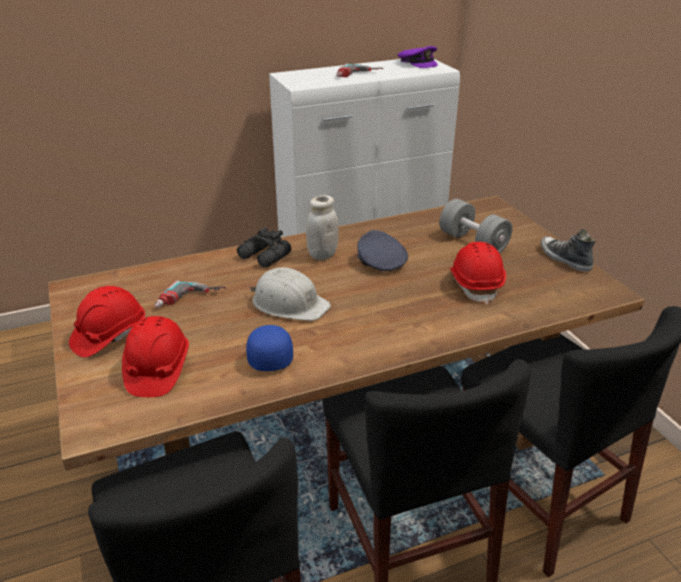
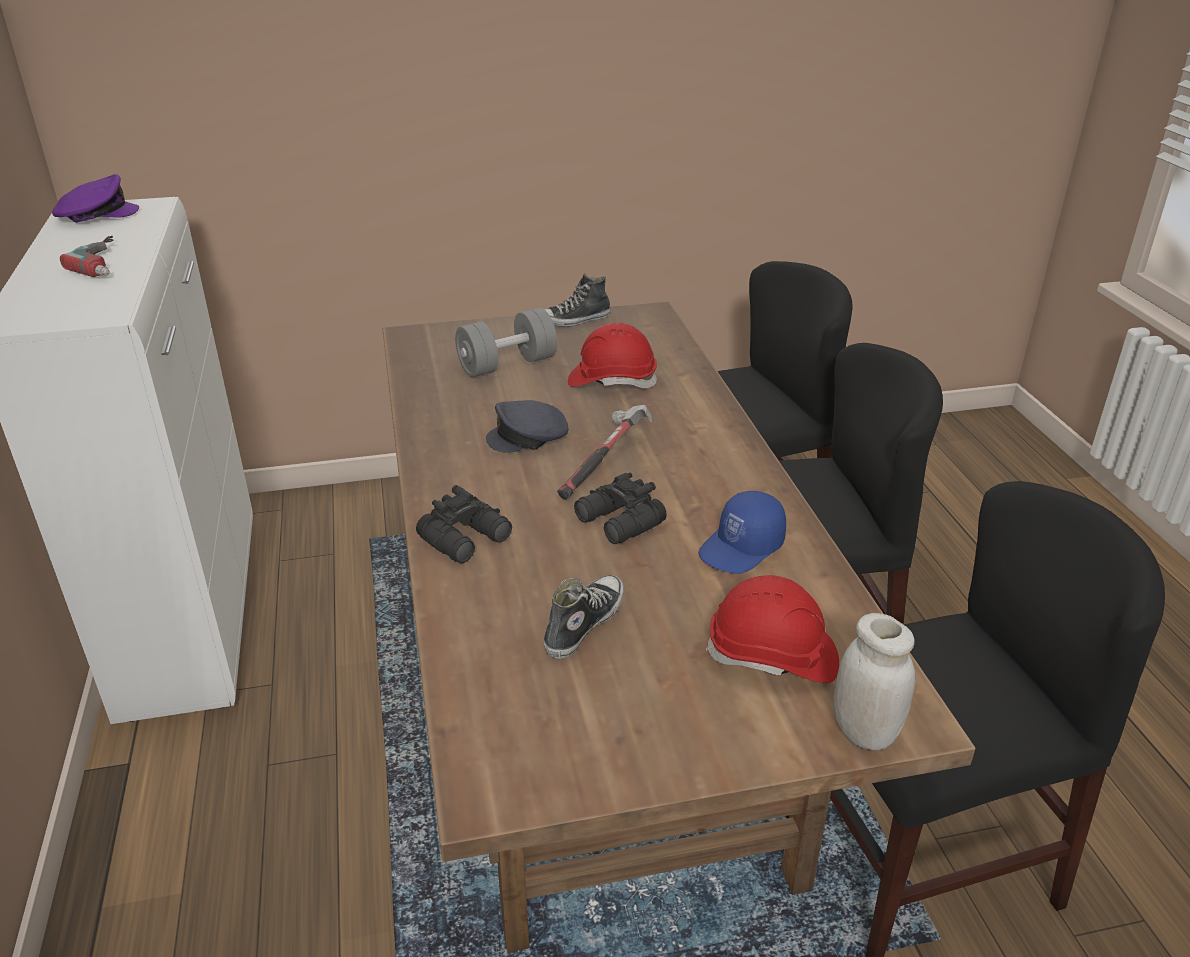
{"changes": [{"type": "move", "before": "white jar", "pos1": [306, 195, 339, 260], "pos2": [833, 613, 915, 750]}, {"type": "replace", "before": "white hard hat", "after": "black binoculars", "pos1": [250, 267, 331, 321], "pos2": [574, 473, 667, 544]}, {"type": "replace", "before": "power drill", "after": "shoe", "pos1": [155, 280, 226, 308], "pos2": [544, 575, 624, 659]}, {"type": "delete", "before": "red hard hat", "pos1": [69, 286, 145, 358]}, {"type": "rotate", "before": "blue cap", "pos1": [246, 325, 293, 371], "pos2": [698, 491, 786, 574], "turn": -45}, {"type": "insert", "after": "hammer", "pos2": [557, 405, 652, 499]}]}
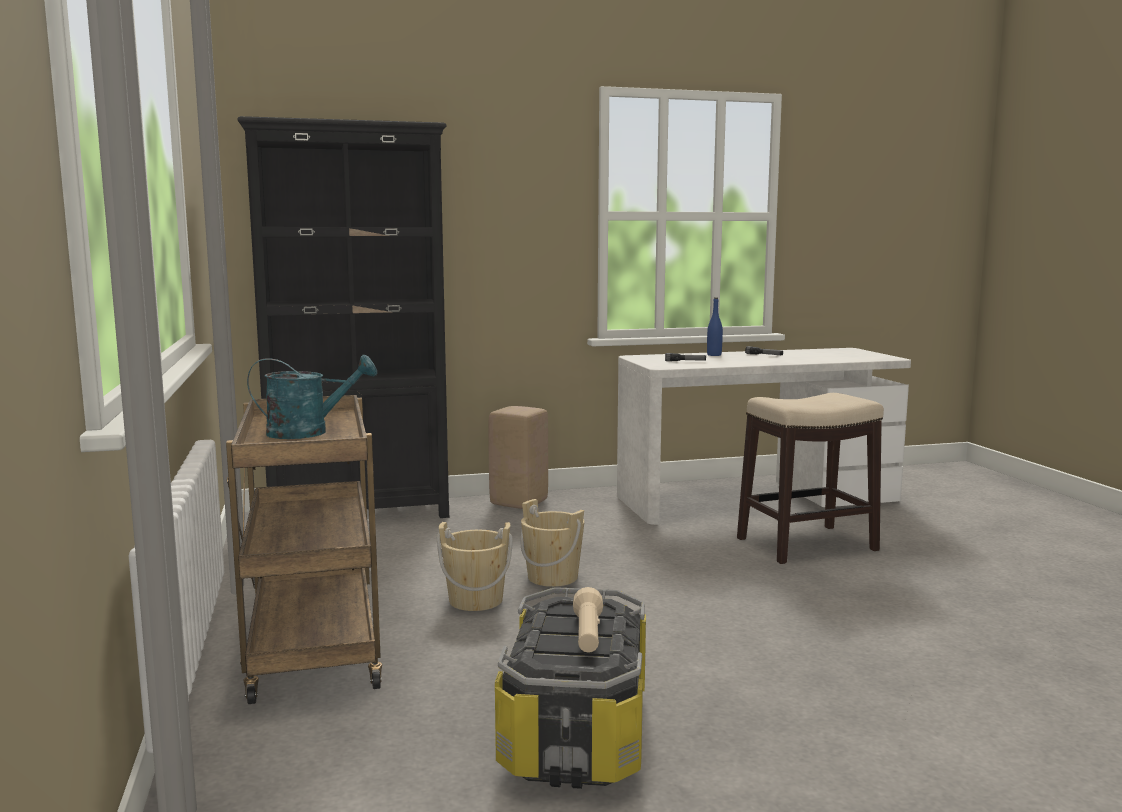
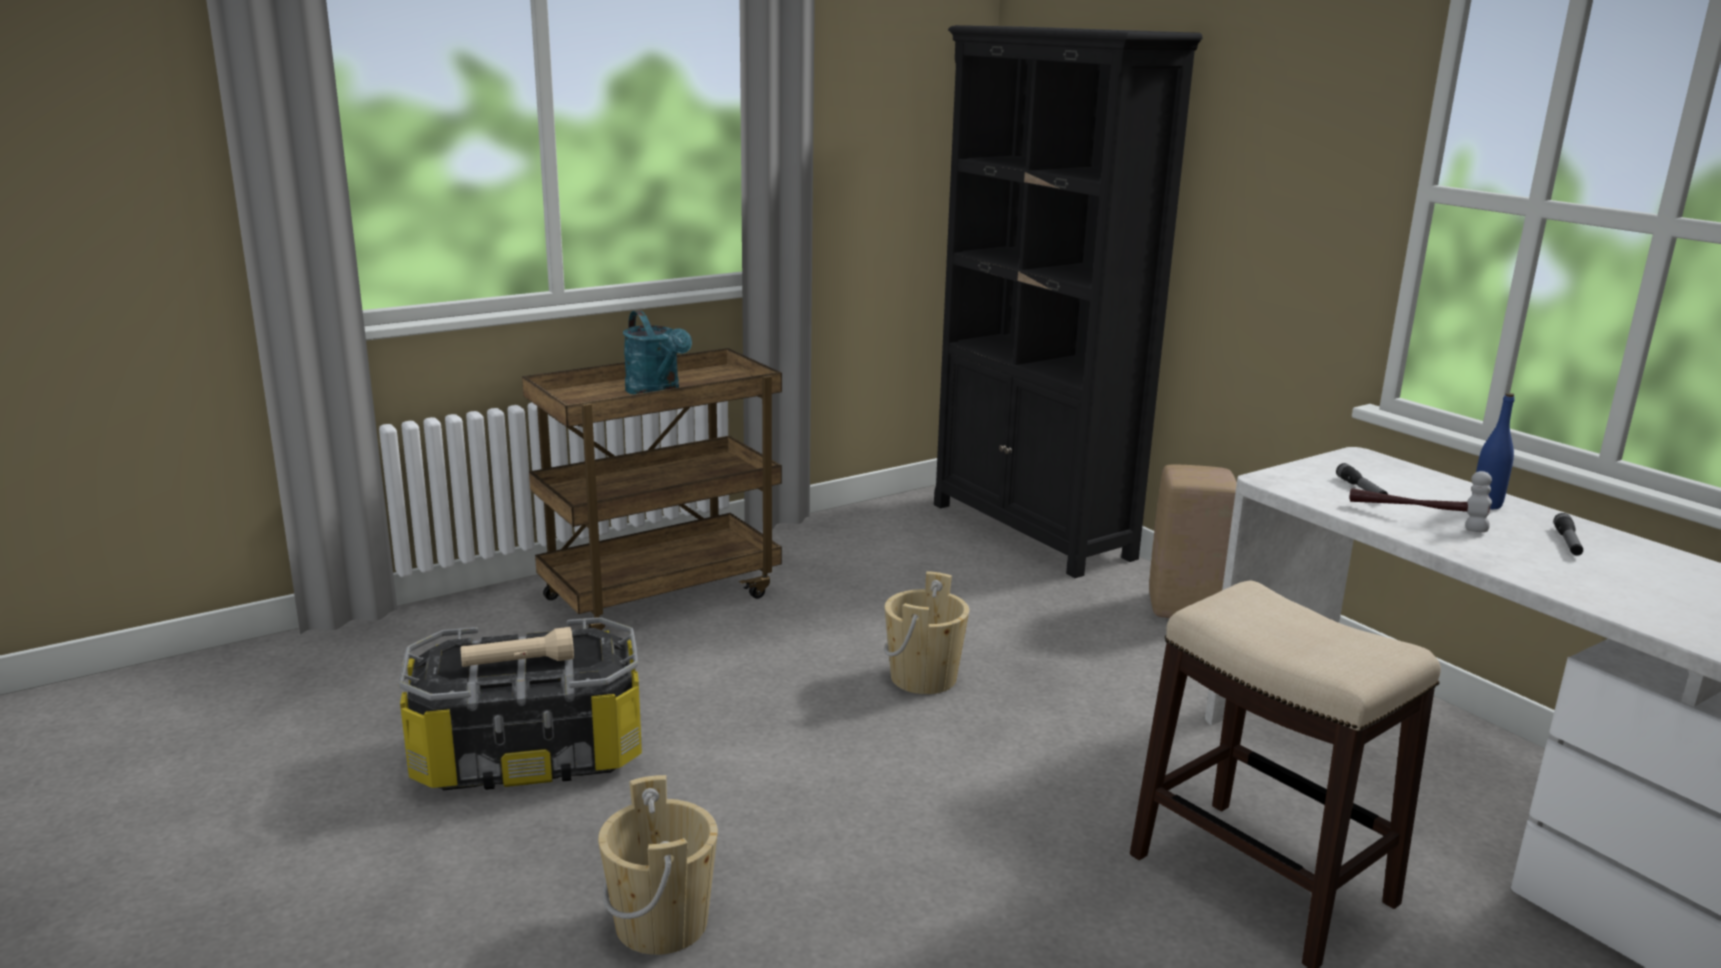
{"changes": [{"type": "move", "before": "beige bucket", "pos1": [437, 522, 513, 611], "pos2": [598, 775, 718, 955]}, {"type": "insert", "after": "hammer", "pos2": [1350, 471, 1492, 532]}]}
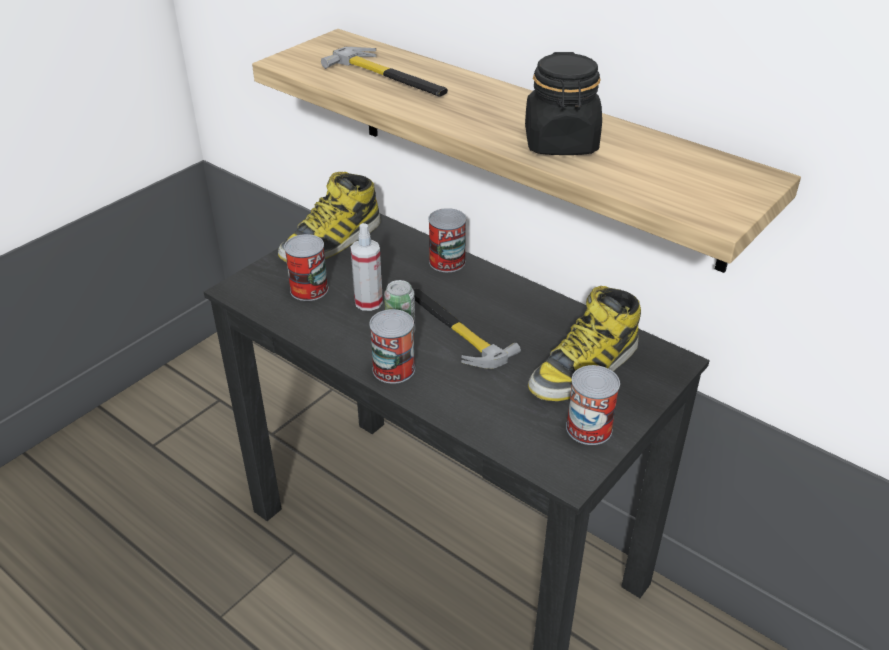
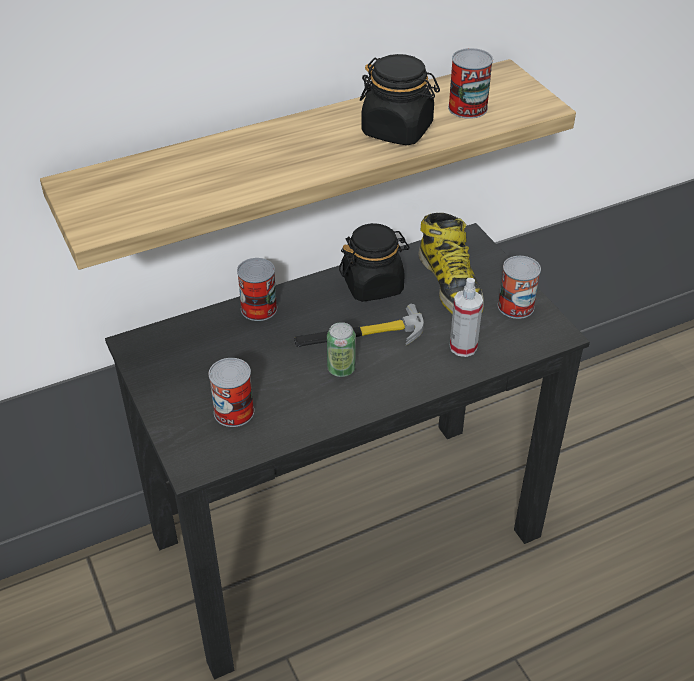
{"changes": [{"type": "delete", "before": "hammer", "pos1": [321, 47, 448, 97]}, {"type": "delete", "before": "boot", "pos1": [278, 172, 381, 262]}, {"type": "move", "before": "spray bottle", "pos1": [350, 223, 383, 311], "pos2": [450, 278, 483, 357]}, {"type": "move", "before": "can", "pos1": [369, 309, 415, 384], "pos2": [448, 48, 493, 119]}, {"type": "insert", "after": "black jar", "pos2": [339, 223, 410, 302]}]}
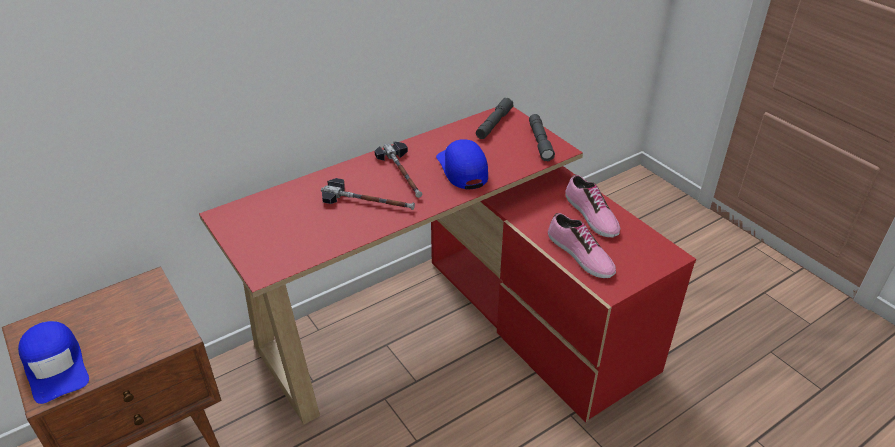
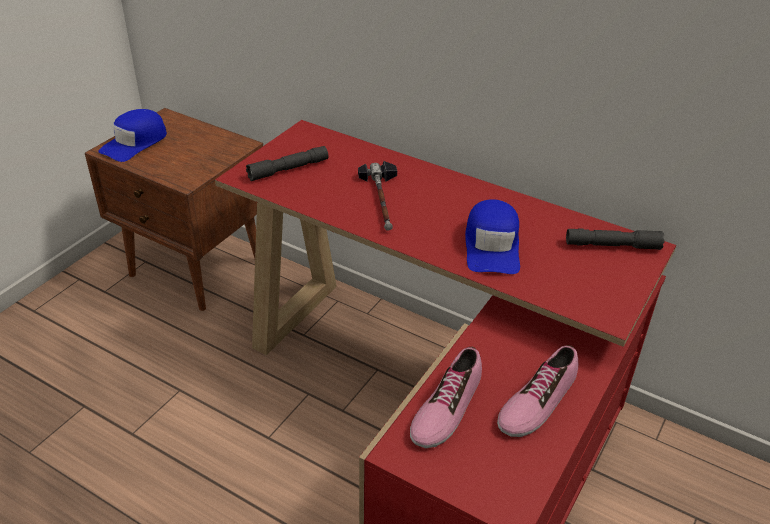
{"changes": [{"type": "move", "before": "grey flashlight", "pos1": [529, 114, 555, 162], "pos2": [246, 146, 328, 181]}, {"type": "rotate", "before": "blue cap", "pos1": [436, 139, 488, 189], "pos2": [465, 199, 520, 274], "turn": 135}, {"type": "delete", "before": "hammer", "pos1": [374, 141, 422, 198]}]}
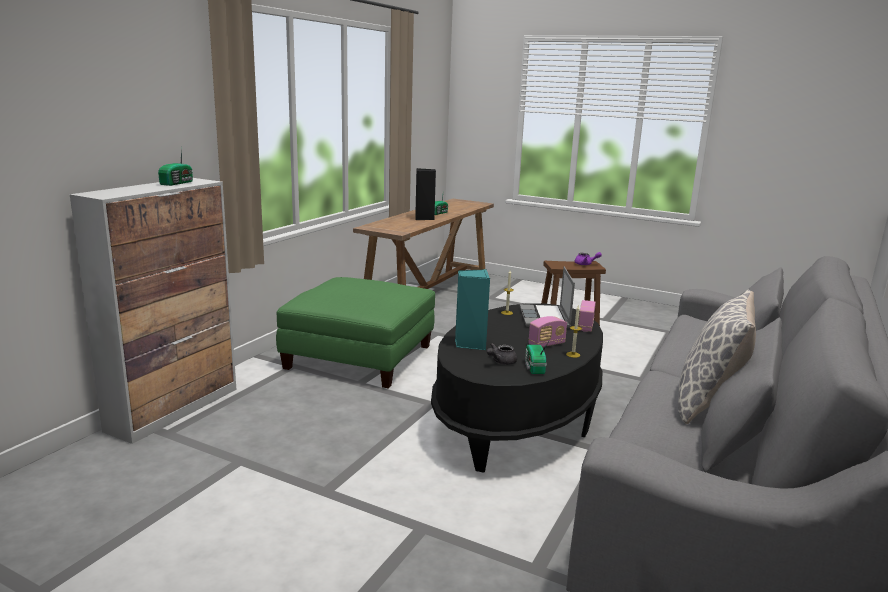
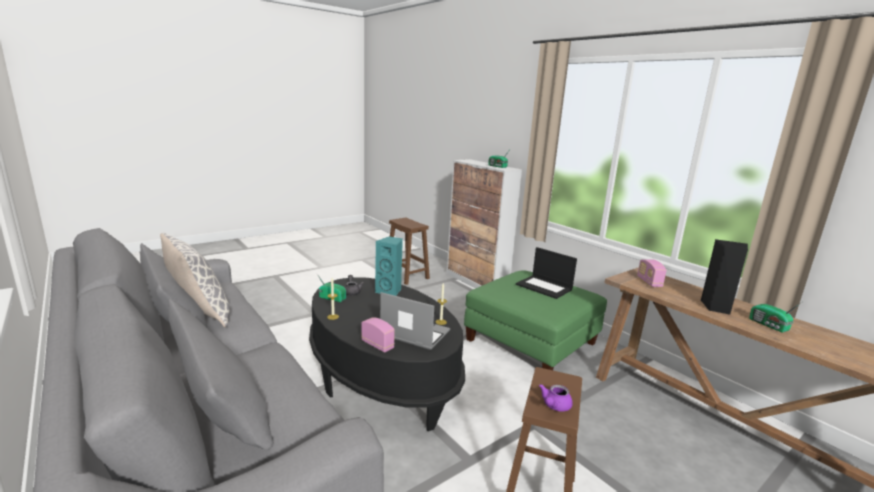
{"changes": [{"type": "move", "before": "radio", "pos1": [528, 316, 567, 347], "pos2": [637, 259, 667, 287]}, {"type": "insert", "after": "brown stool", "pos2": [389, 218, 430, 285]}, {"type": "insert", "after": "laptop", "pos2": [516, 247, 577, 299]}]}
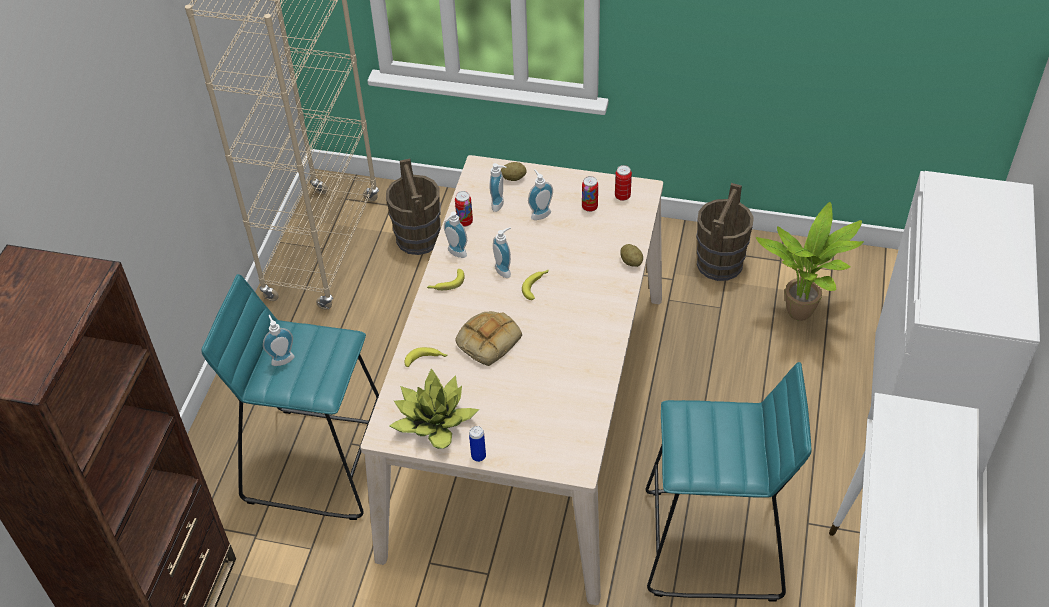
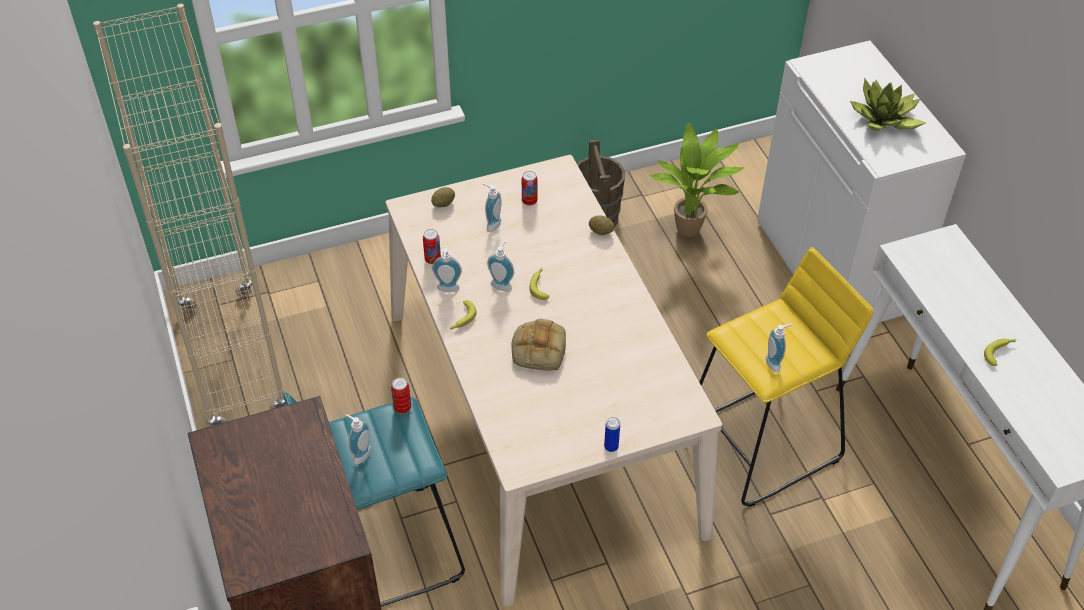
{"changes": [{"type": "delete", "before": "brown bucket", "pos1": [386, 159, 440, 255]}, {"type": "move", "before": "soap dispenser", "pos1": [489, 163, 506, 212], "pos2": [766, 324, 792, 372]}, {"type": "move", "before": "can", "pos1": [615, 165, 632, 201], "pos2": [391, 377, 411, 414]}, {"type": "move", "before": "banana", "pos1": [404, 347, 448, 367], "pos2": [984, 339, 1016, 366]}, {"type": "recolor", "before": "turquoise stool", "after": "yellow stool", "pos1": [646, 362, 812, 602], "pos2": [699, 247, 874, 507]}, {"type": "move", "before": "potted plant", "pos1": [389, 368, 479, 449], "pos2": [850, 78, 926, 131]}]}
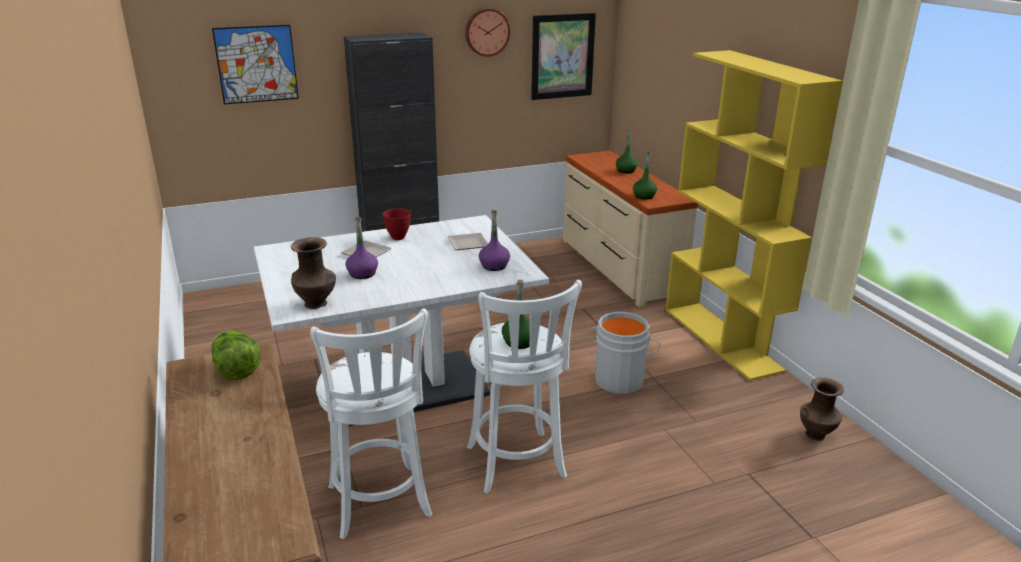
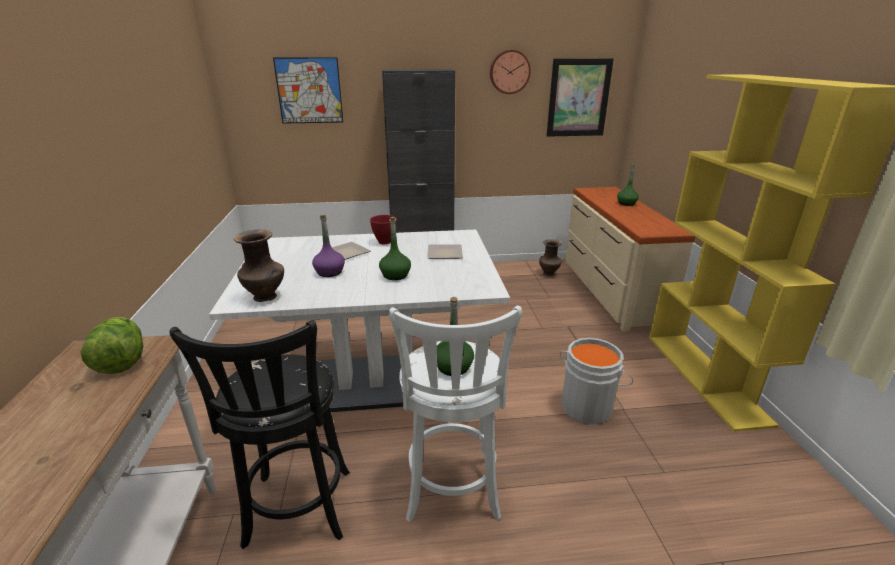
{"changes": [{"type": "move", "before": "green bottle", "pos1": [633, 152, 657, 199], "pos2": [379, 217, 411, 280]}, {"type": "delete", "before": "purple bottle", "pos1": [479, 210, 510, 271]}, {"type": "recolor", "before": "white stool", "after": "black stool", "pos1": [310, 308, 433, 539], "pos2": [170, 320, 350, 549]}, {"type": "move", "before": "brown vase", "pos1": [800, 377, 844, 441], "pos2": [539, 239, 562, 276]}]}
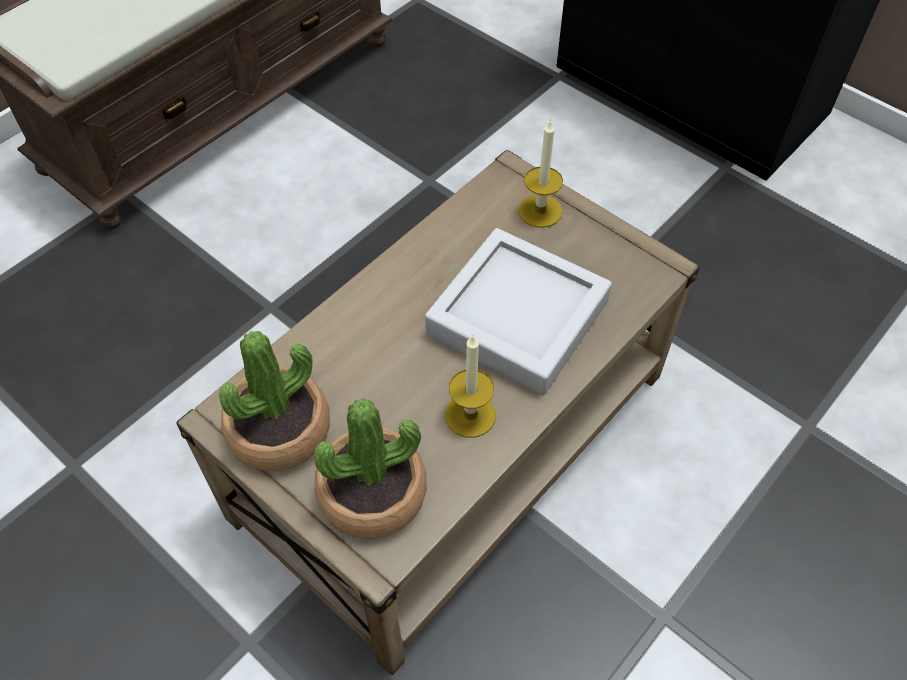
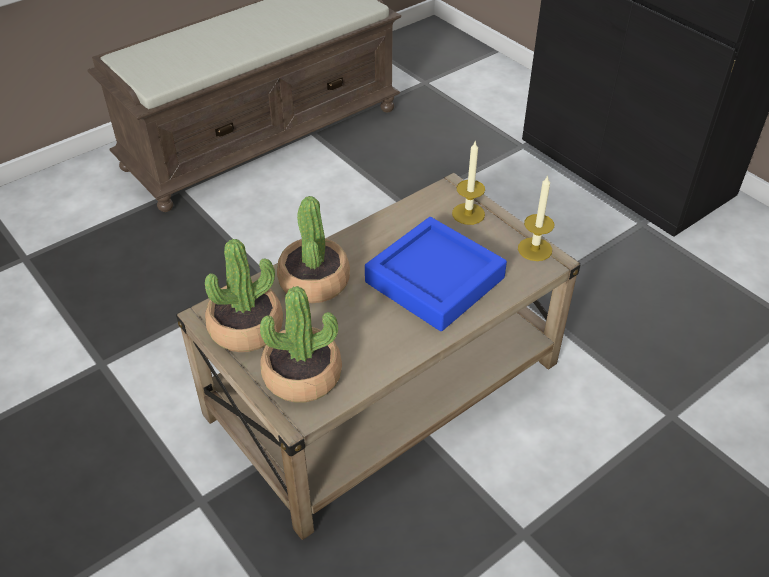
{"changes": [{"type": "recolor", "before": "grey tray", "after": "blue tray", "pos1": [425, 228, 612, 396], "pos2": [365, 217, 507, 331]}, {"type": "move", "before": "candle", "pos1": [445, 336, 496, 438], "pos2": [518, 175, 554, 261]}, {"type": "insert", "after": "potted plant", "pos2": [277, 196, 350, 303]}]}
